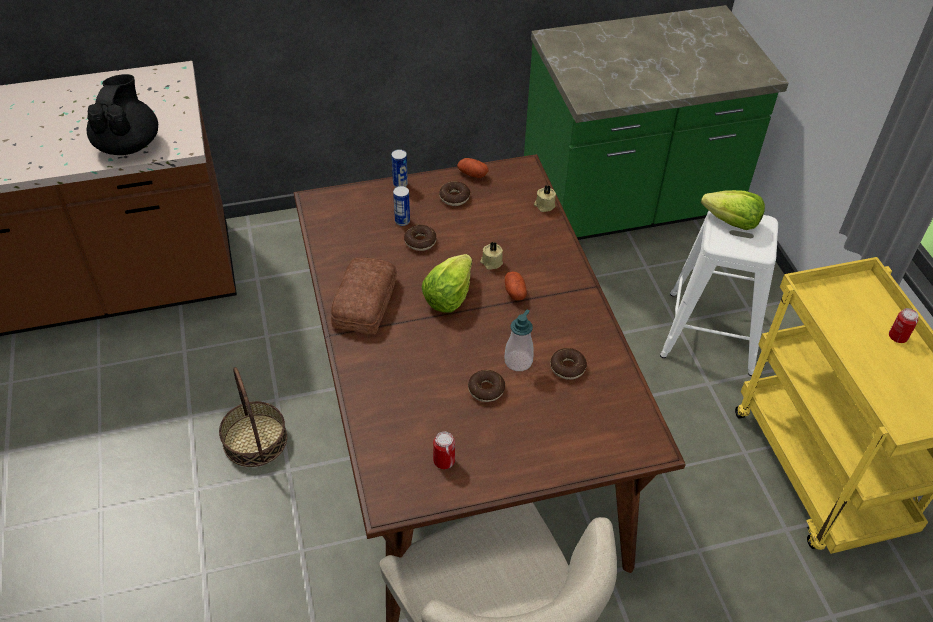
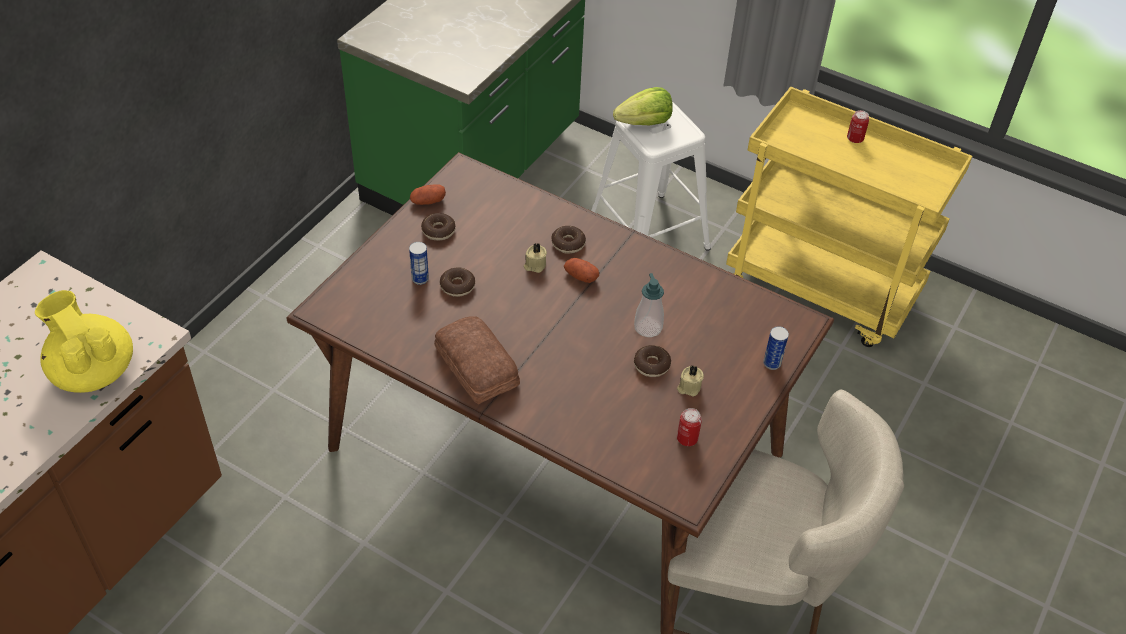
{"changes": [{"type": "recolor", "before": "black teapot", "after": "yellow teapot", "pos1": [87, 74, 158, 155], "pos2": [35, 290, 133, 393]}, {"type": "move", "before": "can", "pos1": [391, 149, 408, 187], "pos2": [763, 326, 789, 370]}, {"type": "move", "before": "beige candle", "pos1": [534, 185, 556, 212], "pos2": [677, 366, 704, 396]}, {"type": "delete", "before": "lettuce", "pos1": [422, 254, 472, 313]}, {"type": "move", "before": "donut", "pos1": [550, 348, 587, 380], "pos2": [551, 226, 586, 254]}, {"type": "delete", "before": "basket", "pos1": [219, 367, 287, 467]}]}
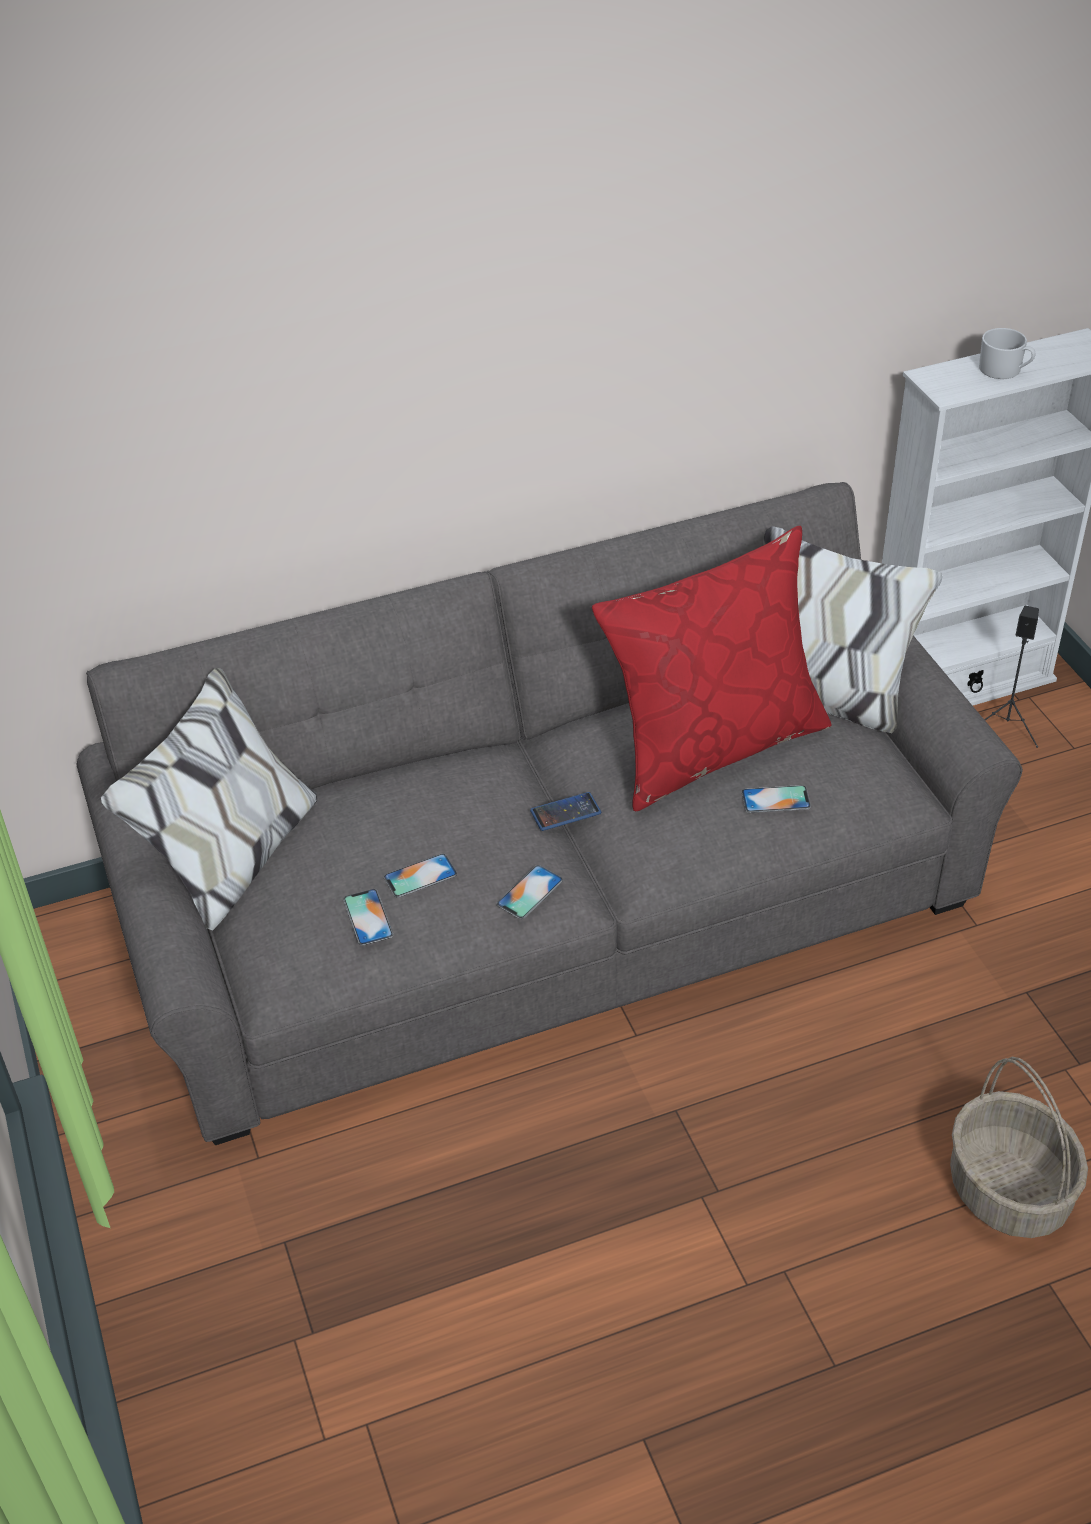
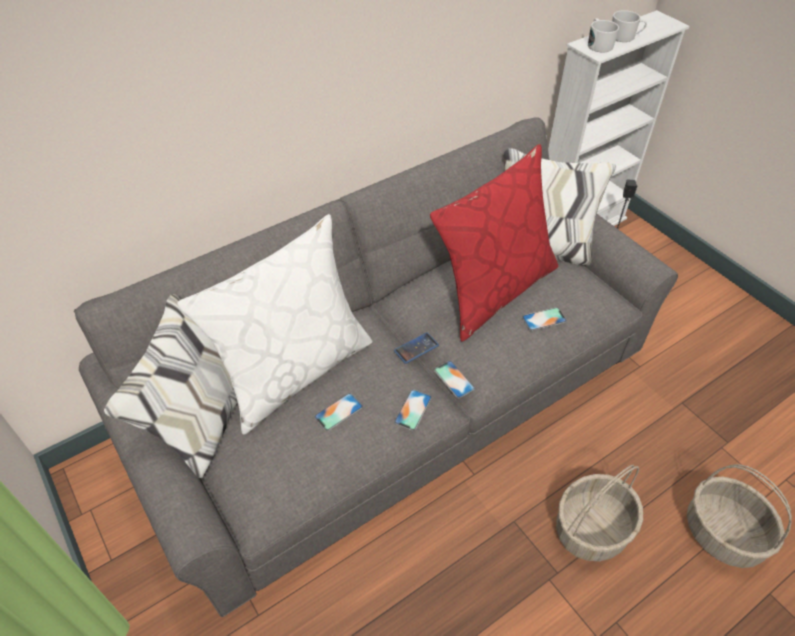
{"changes": [{"type": "move", "before": "phone", "pos1": [343, 889, 394, 945], "pos2": [434, 361, 475, 398]}, {"type": "insert", "after": "white mug", "pos2": [588, 18, 619, 53]}, {"type": "insert", "after": "white pillow", "pos2": [177, 214, 373, 435]}, {"type": "insert", "after": "basket", "pos2": [556, 465, 643, 561]}]}
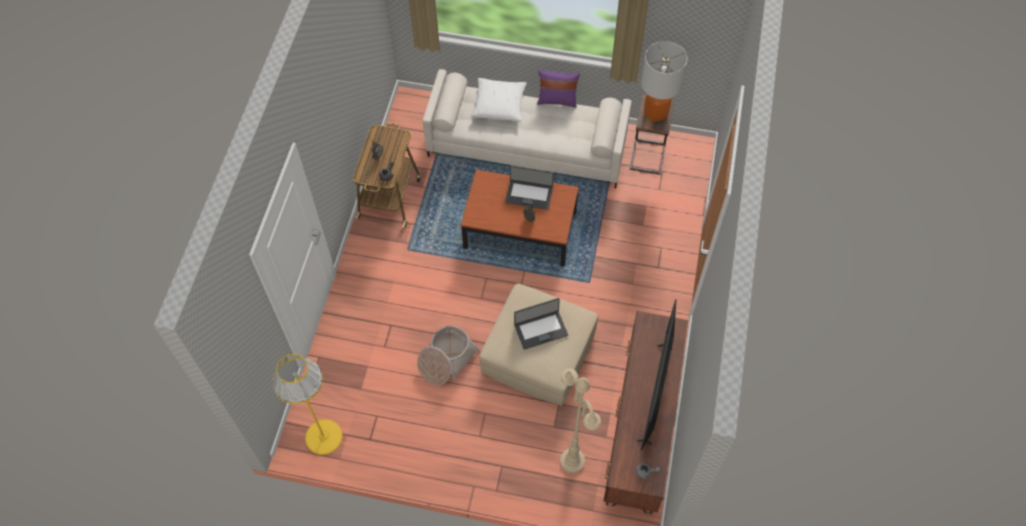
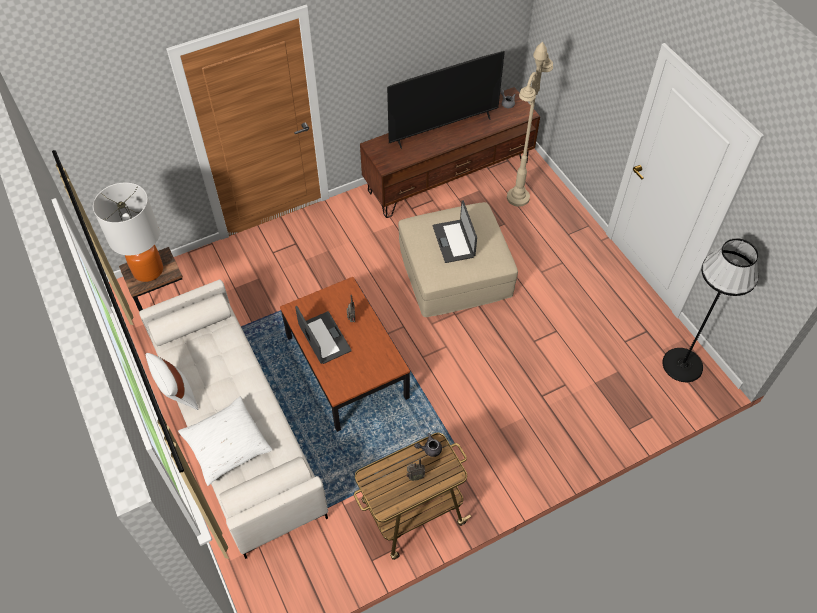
{"changes": [{"type": "recolor", "before": "purple pillow", "after": "white pillow", "pos1": [537, 70, 580, 108], "pos2": [146, 353, 198, 410]}, {"type": "rotate", "before": "laptop", "pos1": [514, 298, 568, 350], "pos2": [433, 200, 477, 263], "turn": -135}, {"type": "delete", "before": "basket", "pos1": [417, 325, 480, 385]}, {"type": "recolor", "before": "yellow floor lamp", "after": "black floor lamp", "pos1": [273, 354, 343, 455], "pos2": [662, 238, 758, 382]}]}
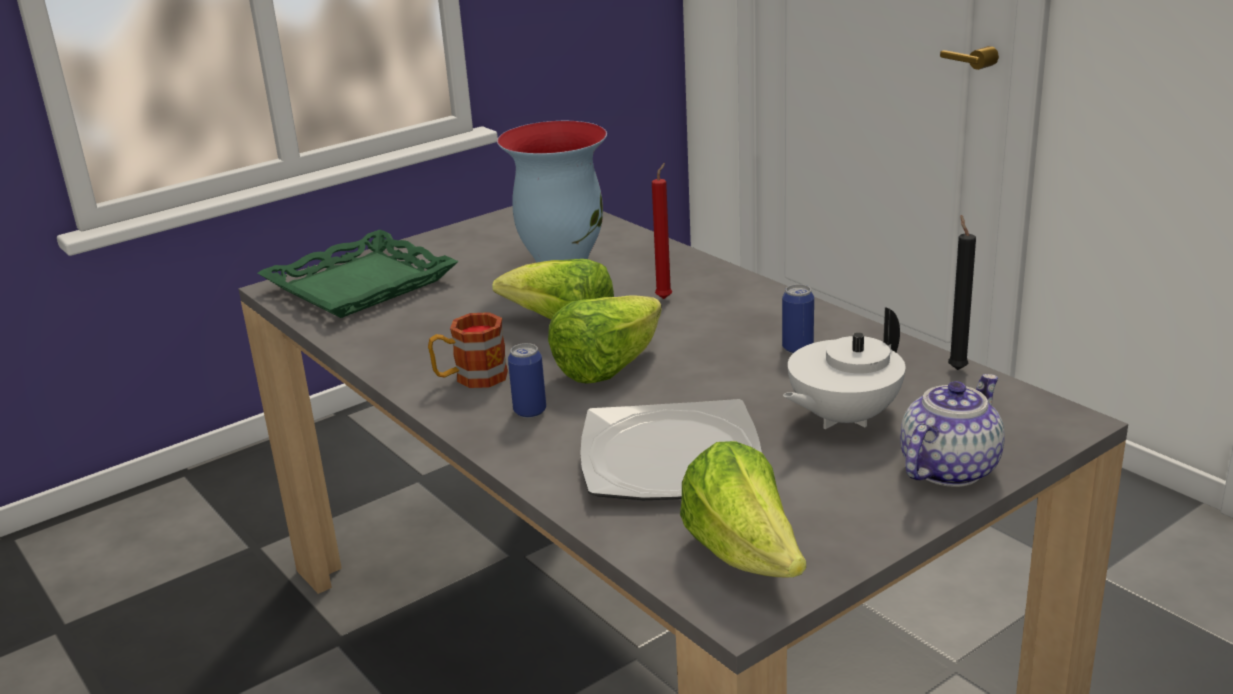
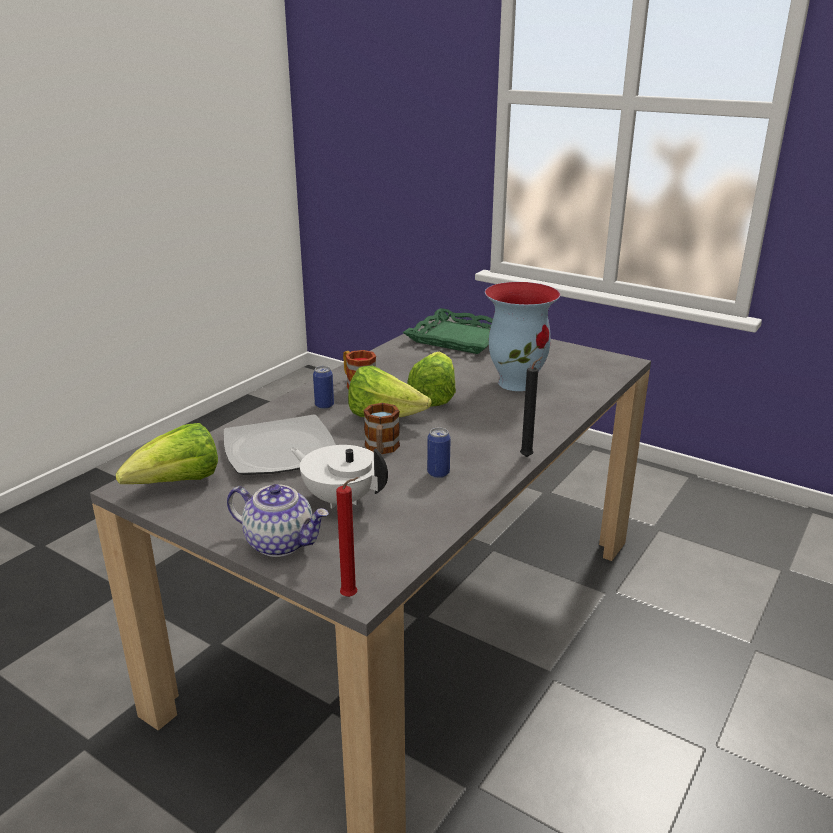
{"changes": [{"type": "move", "before": "red candle", "pos1": [652, 163, 672, 299], "pos2": [336, 477, 359, 597]}, {"type": "move", "before": "black candle", "pos1": [948, 215, 976, 370], "pos2": [520, 357, 543, 457]}, {"type": "insert", "after": "mug", "pos2": [364, 403, 400, 454]}]}
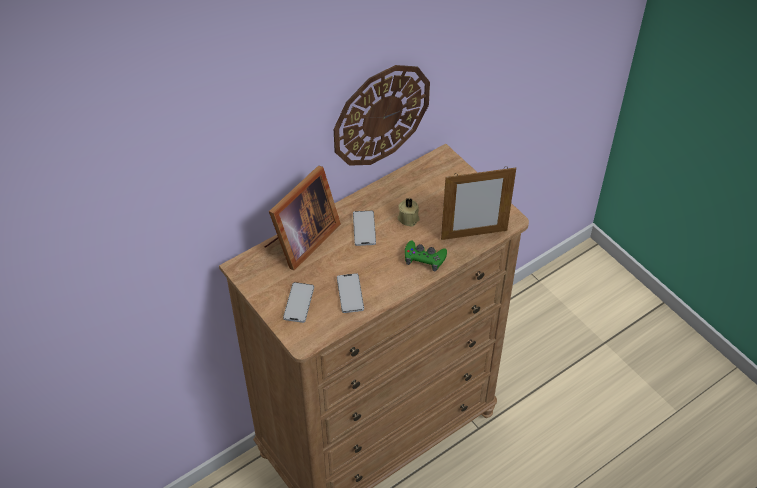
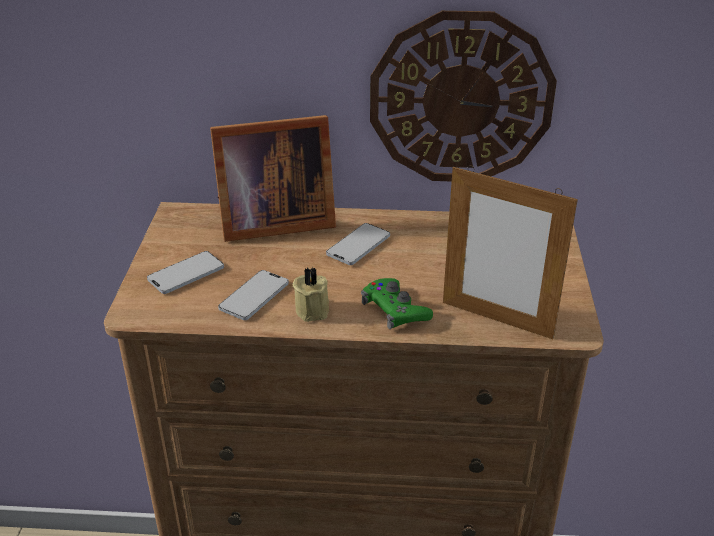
{"changes": [{"type": "move", "before": "beige candle", "pos1": [397, 198, 420, 227], "pos2": [293, 267, 329, 322]}]}
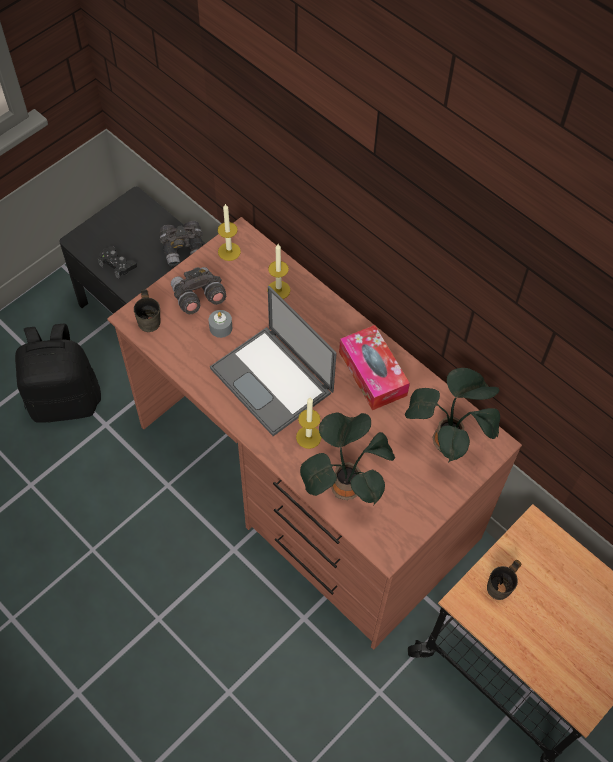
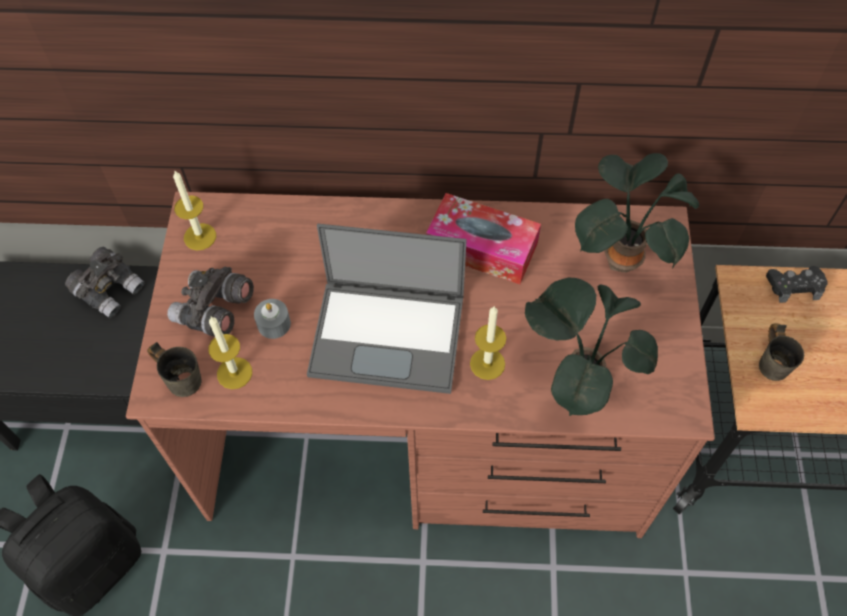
{"changes": [{"type": "move", "before": "candle", "pos1": [267, 244, 290, 299], "pos2": [208, 317, 252, 389]}, {"type": "move", "before": "black game controller", "pos1": [98, 246, 137, 279], "pos2": [766, 266, 828, 303]}]}
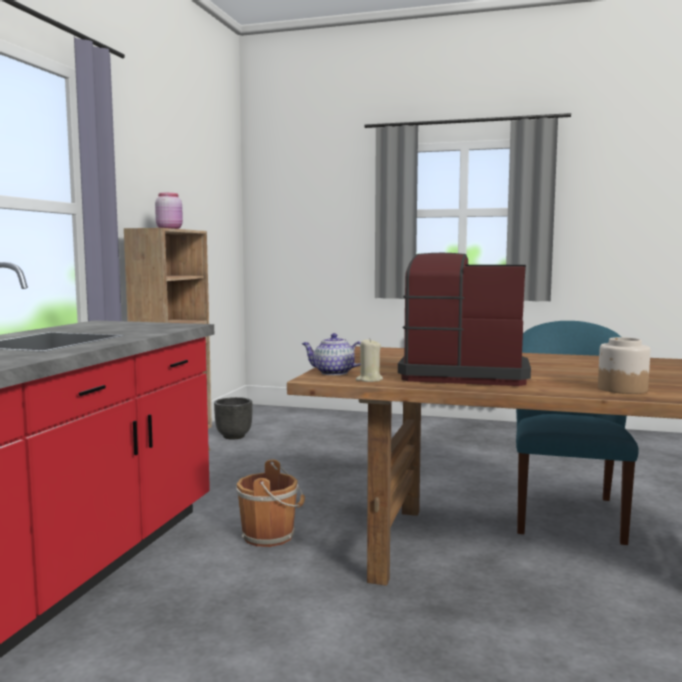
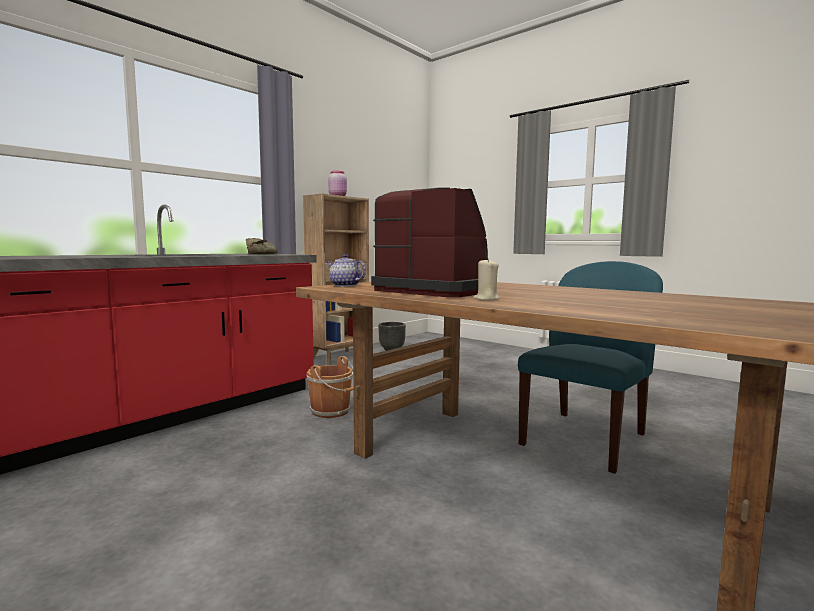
{"changes": [{"type": "delete", "before": "jar", "pos1": [598, 337, 650, 394]}, {"type": "move", "before": "beige candle", "pos1": [356, 339, 383, 382], "pos2": [473, 259, 500, 300]}, {"type": "insert", "after": "bread", "pos2": [246, 238, 277, 254]}]}
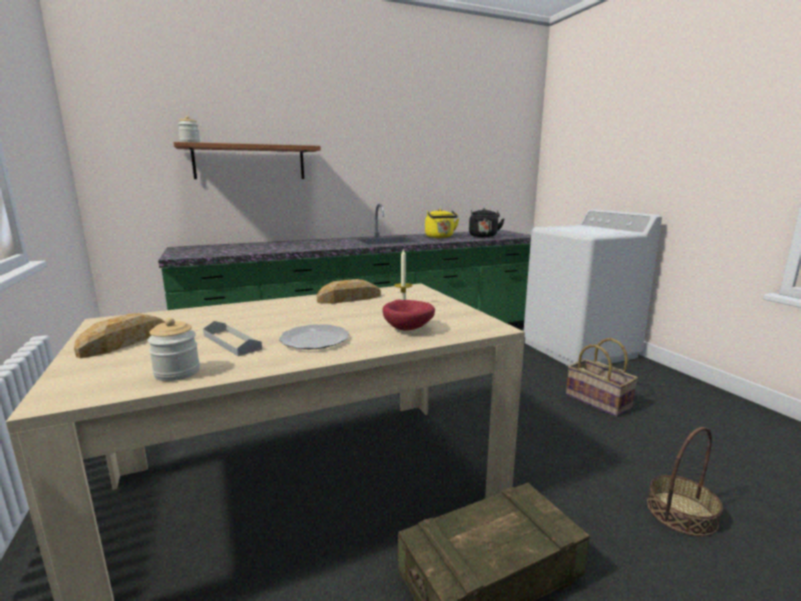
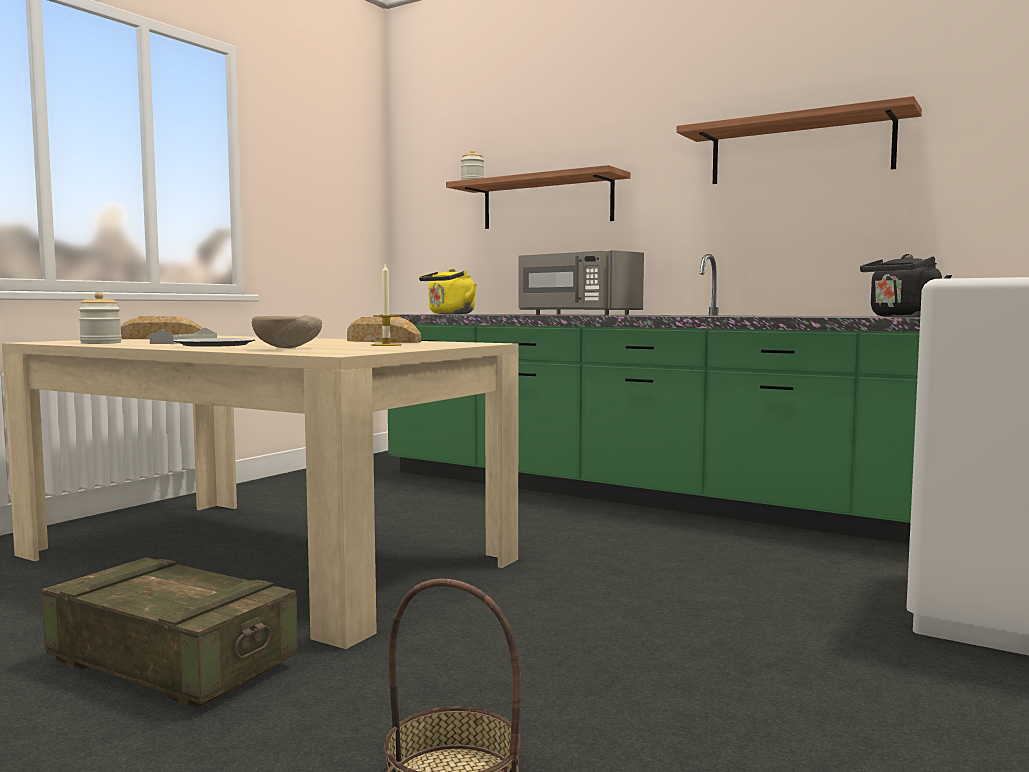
{"changes": [{"type": "move", "before": "yellow kettle", "pos1": [425, 209, 459, 238], "pos2": [419, 268, 477, 314]}, {"type": "recolor", "before": "red bowl", "after": "beige bowl", "pos1": [383, 300, 435, 331], "pos2": [252, 315, 322, 348]}, {"type": "delete", "before": "basket", "pos1": [566, 338, 638, 417]}, {"type": "insert", "after": "shelf", "pos2": [677, 96, 922, 184]}, {"type": "insert", "after": "grey microwave", "pos2": [518, 250, 644, 315]}]}
